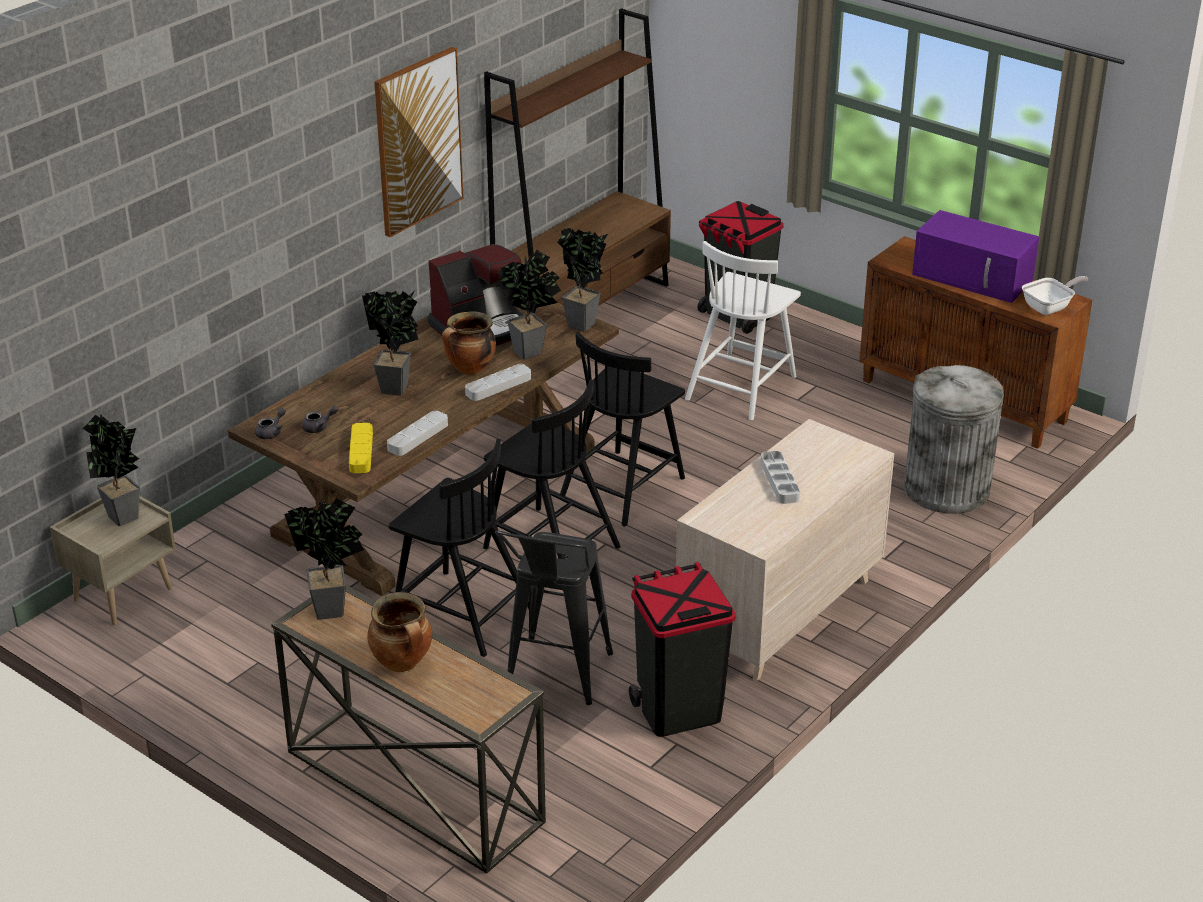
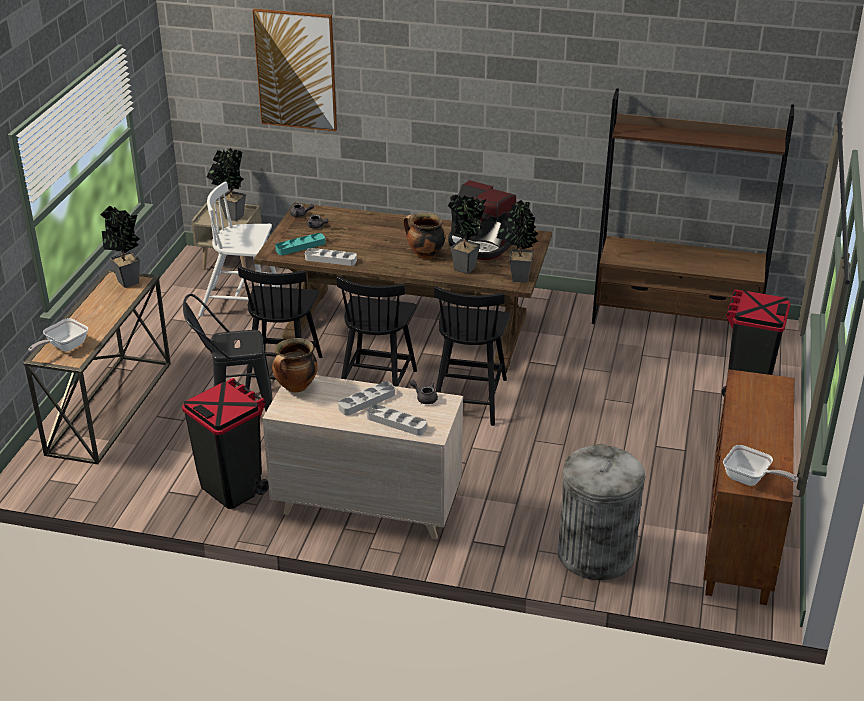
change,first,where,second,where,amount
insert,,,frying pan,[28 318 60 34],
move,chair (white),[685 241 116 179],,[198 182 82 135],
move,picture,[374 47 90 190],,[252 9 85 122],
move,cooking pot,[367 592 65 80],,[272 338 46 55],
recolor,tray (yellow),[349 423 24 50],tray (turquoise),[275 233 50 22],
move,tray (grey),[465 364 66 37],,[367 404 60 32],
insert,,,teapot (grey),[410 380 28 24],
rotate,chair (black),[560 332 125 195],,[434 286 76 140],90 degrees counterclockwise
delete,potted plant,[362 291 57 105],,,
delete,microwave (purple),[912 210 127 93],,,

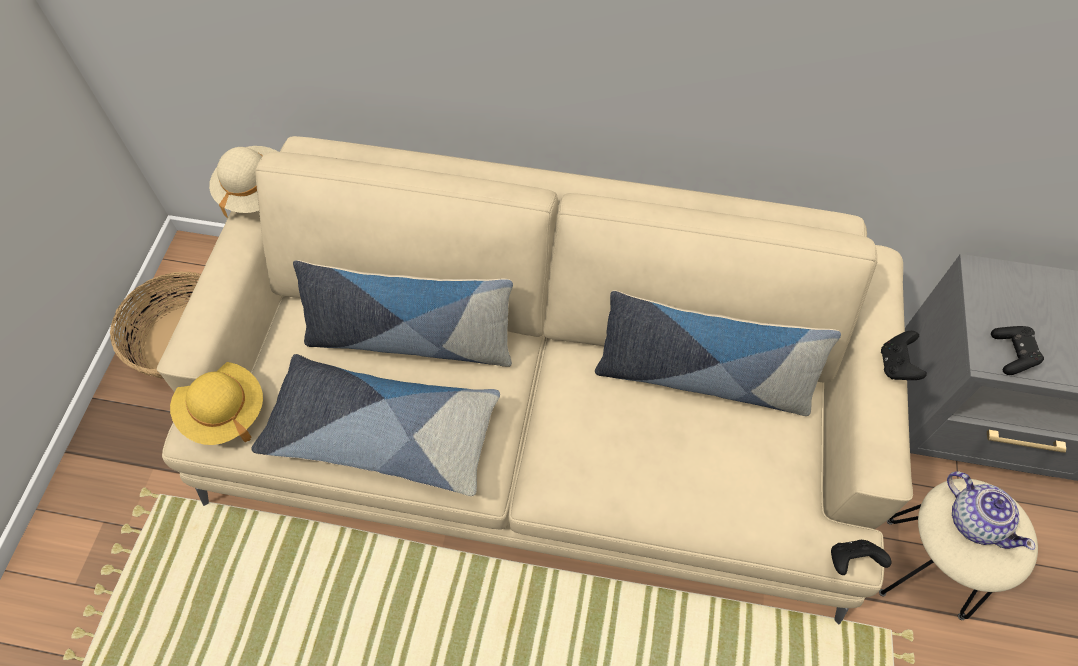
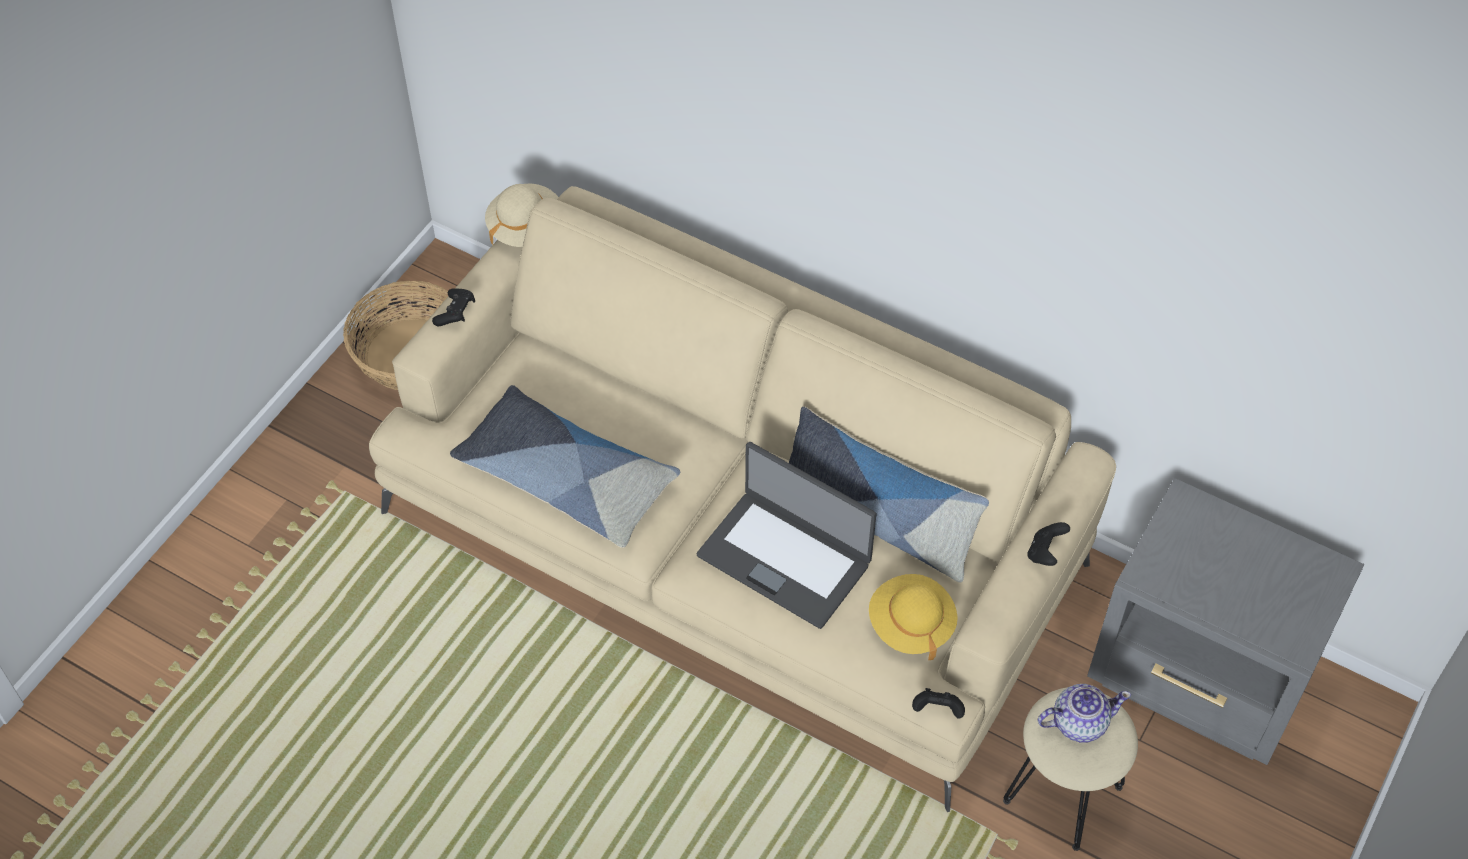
change,first,where,second,where,amount
move,game controller (black),[991 326 53 49],,[432 288 43 38],
insert,,,laptop,[697 442 180 187],
move,hat (yellow),[170 362 93 83],,[869 574 89 86],
rotate,teapot,[947 471 88 79],,[1038 684 93 58],90 degrees counterclockwise
delete,pillow,[293 260 220 107],,,

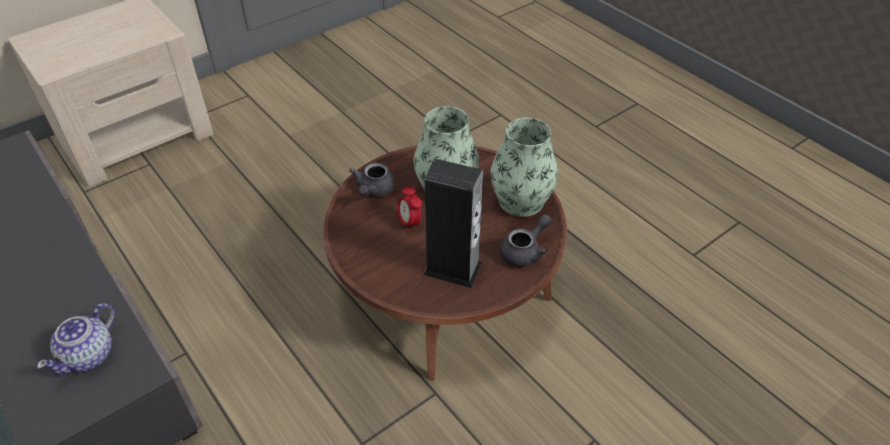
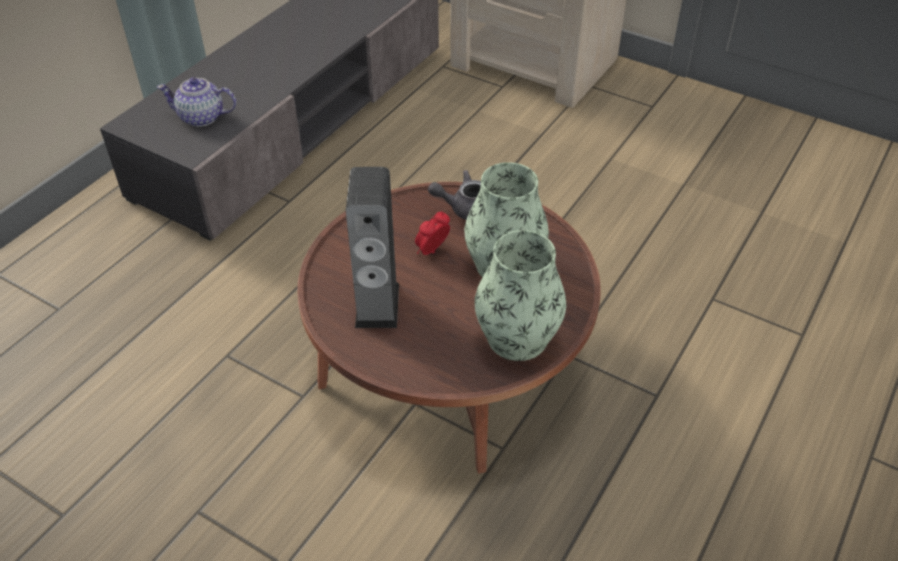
change,first,where,second,where,amount
delete,teapot (grey),[500 214 52 53],,,

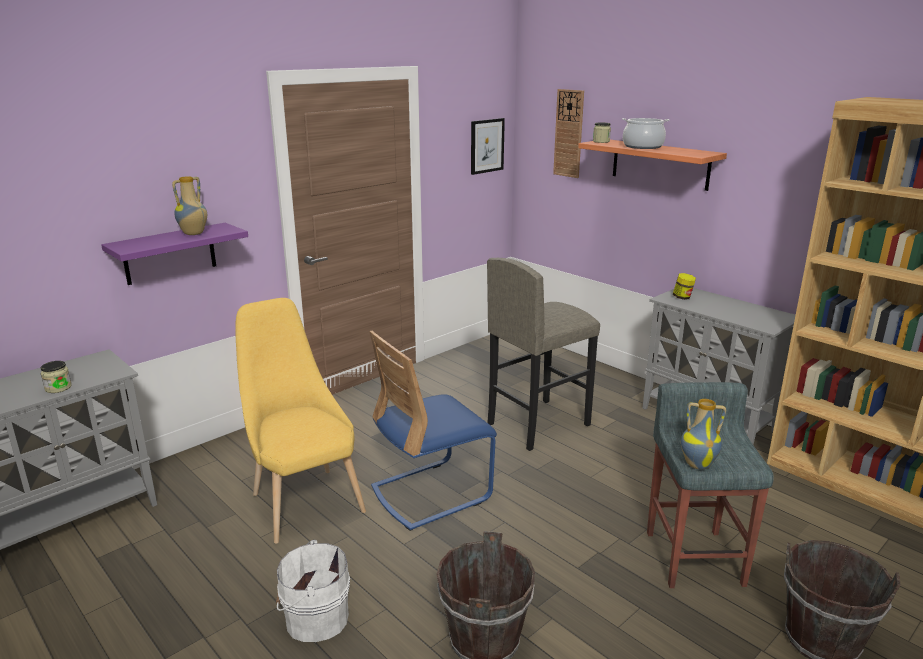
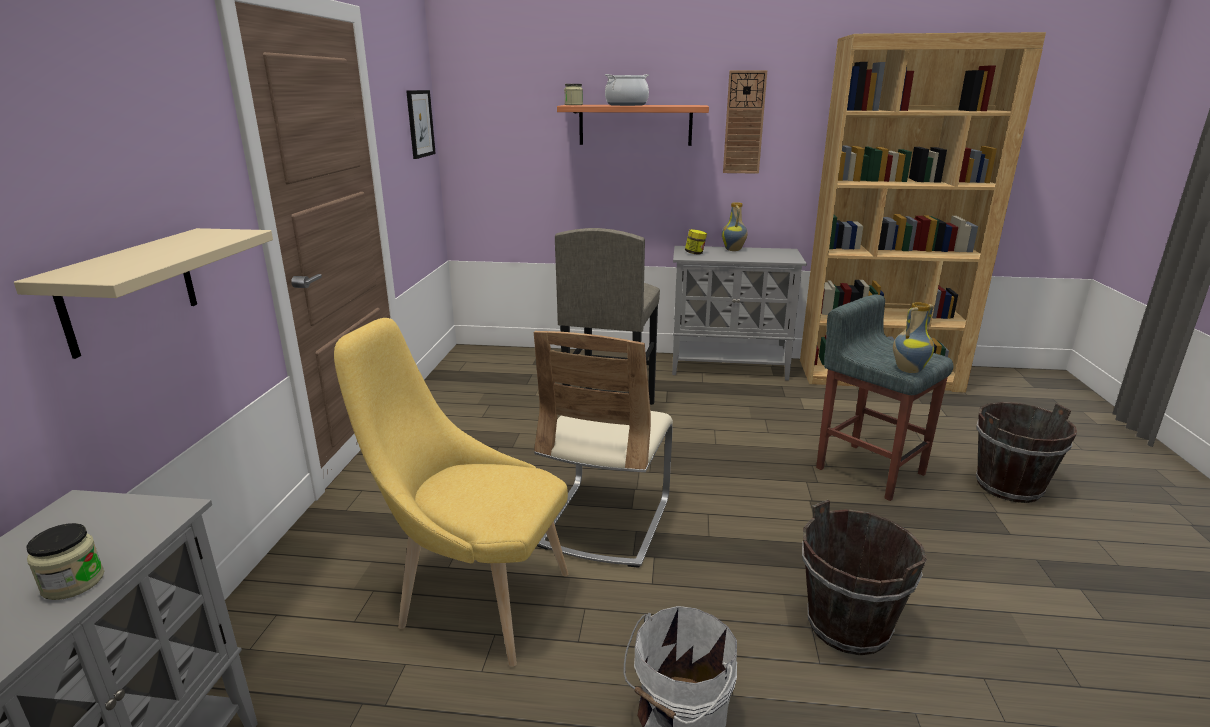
change,first,where,second,where,amount
recolor,shelf (purple),[101 223 147 62],shelf (beige),[14 228 259 131],
recolor,chair (blue),[369 331 128 200],chair (beige),[534 331 139 237],
move,vase,[172 176 35 59],,[722 202 26 49],
move,wall clock,[553 89 31 89],,[723 70 44 104],

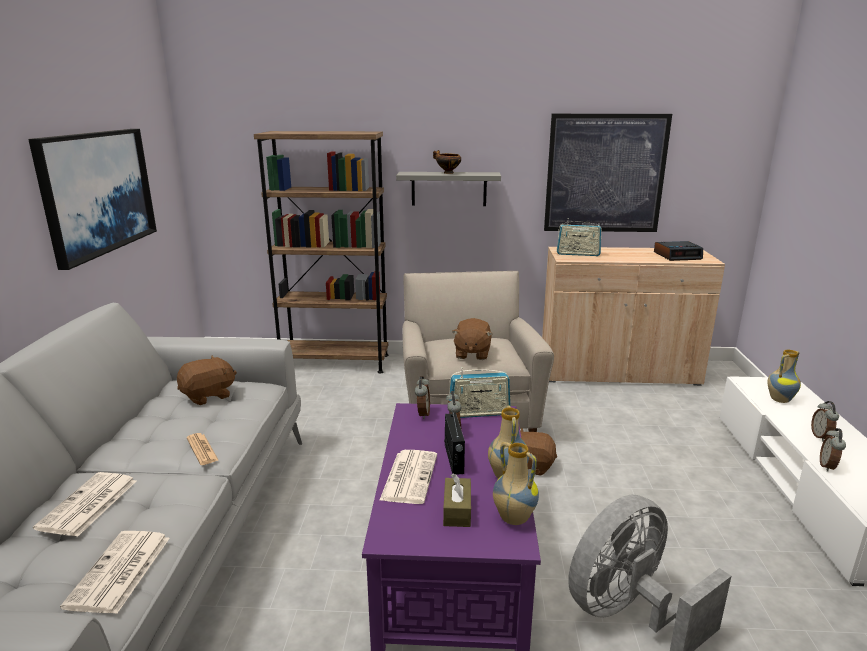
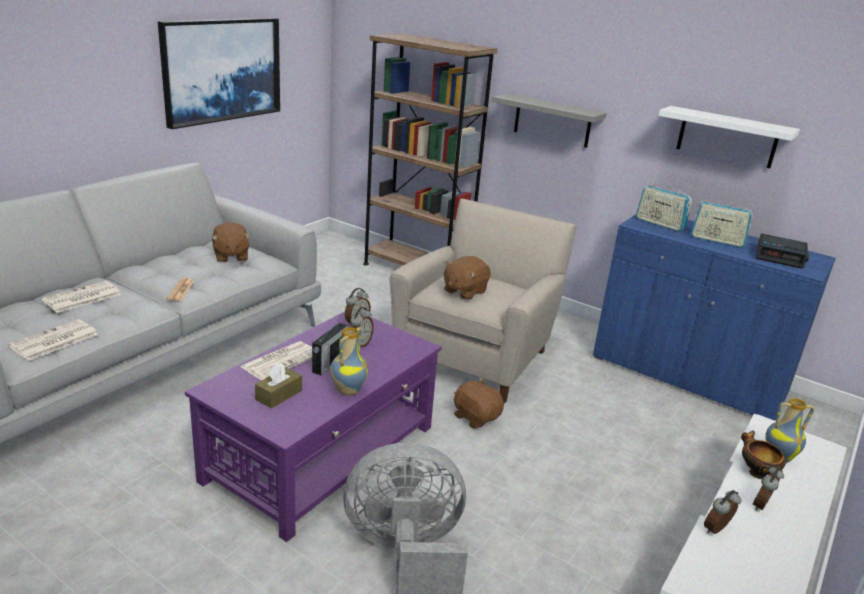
change,first,where,second,where,amount
rotate,plush toy (brown),[177 355 60 50],,[211 222 40 40],75 degrees clockwise
recolor,cabinet (beige),[542 247 183 139],cabinet (blue),[593 215 243 206],
replace,picture,[544 114 128 118],shelf (white),[658 106 142 62],
move,radio,[449 367 62 51],,[691 195 62 53],
move,bowl,[433 150 28 24],,[741 431 45 48],
delete,vase,[493 442 46 83],,,

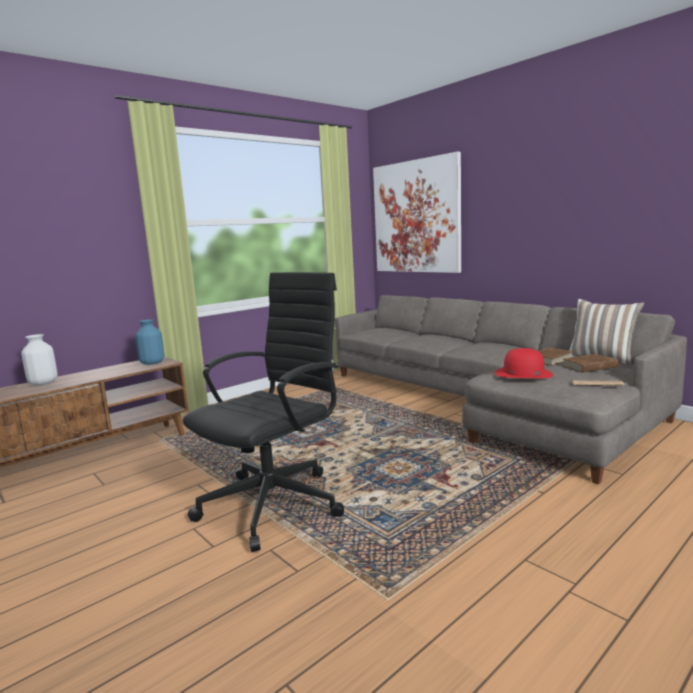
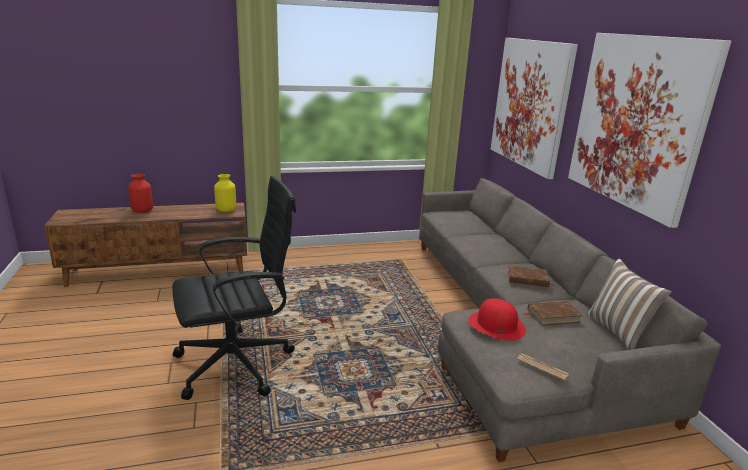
change,first,where,second,where,amount
recolor,vase (white),[21 334 37 51],vase (red),[128 174 25 39],
recolor,vase (blue),[135 319 29 46],vase (yellow),[214 174 22 38],
move,book (brown),[563 354 55 19],,[508 265 47 22],
insert,,,picture,[568 33 163 195],

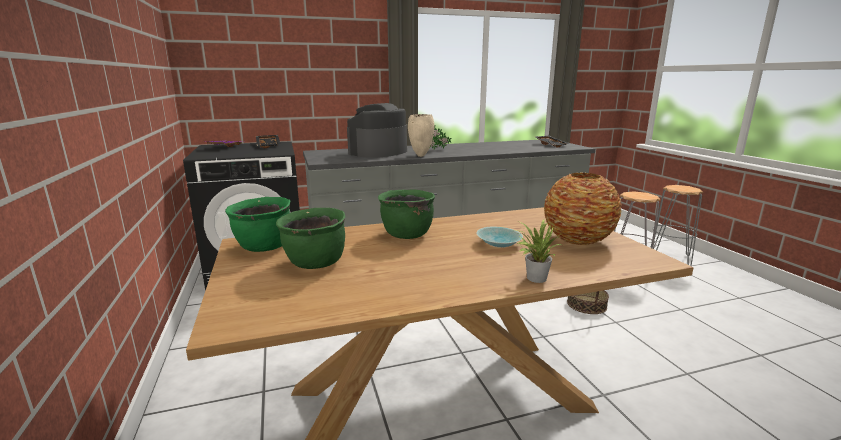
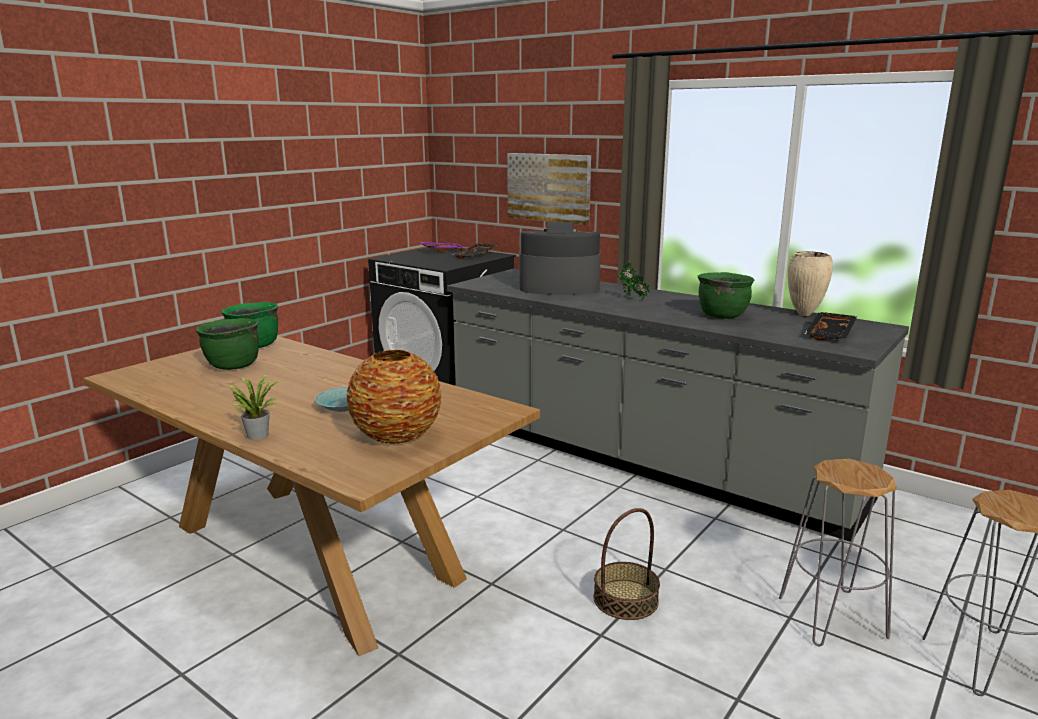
change,first,where,second,where,amount
insert,,,picture,[507 153 84 72],
move,cooking pot (green),[378 190 57 49],,[698 272 56 47],
move,vase (beige),[408 114 27 43],,[788 251 45 65],

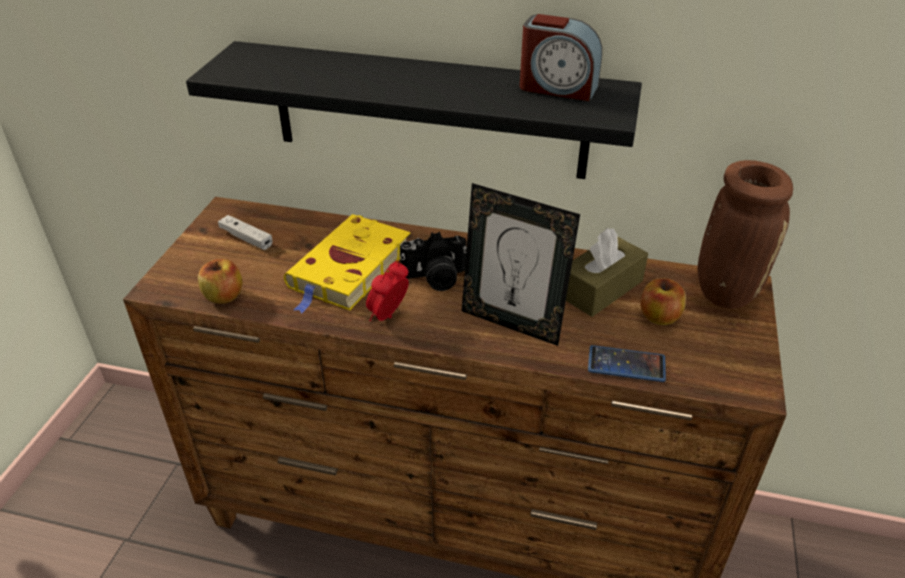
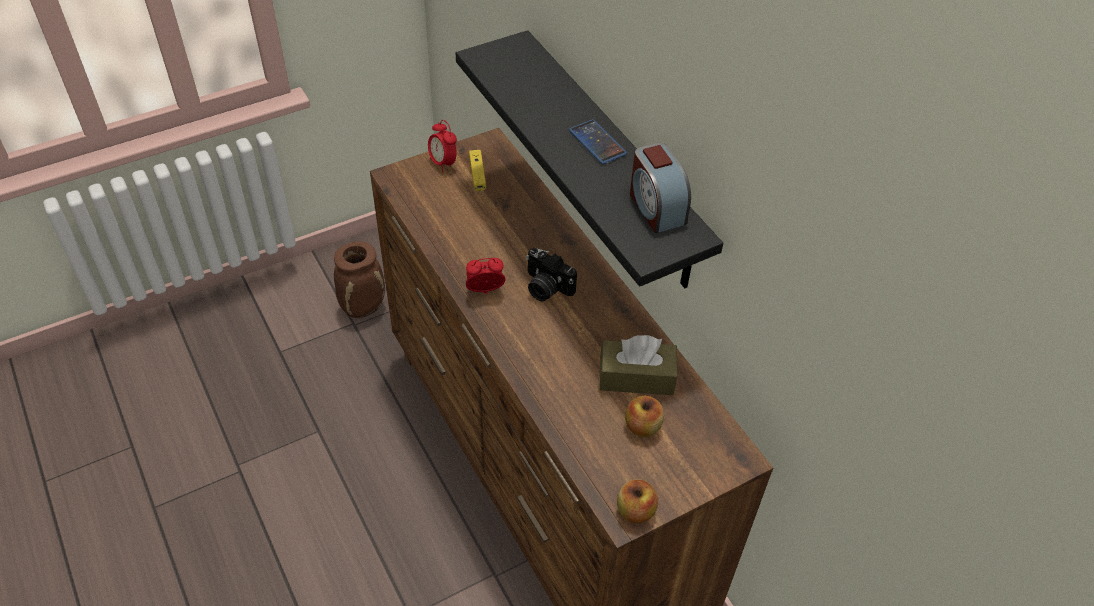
change,first,where,second,where,amount
move,vase (brown),[698 160 95 149],,[334 241 51 77],
insert,,,alarm clock,[428 120 29 53],
recolor,game controller (white),[218 215 55 35],game controller (yellow),[469 150 17 41],
move,phone,[588 345 78 37],,[569 119 58 45],
move,apple,[198 259 45 45],,[617 479 41 44],
delete,book (yellow),[284 214 127 99],,,
delete,picture frame,[462 183 118 163],,,

